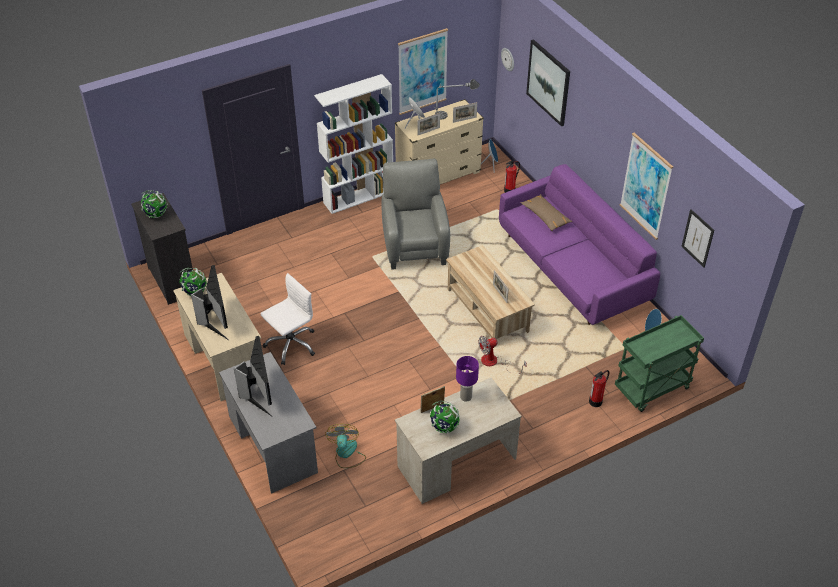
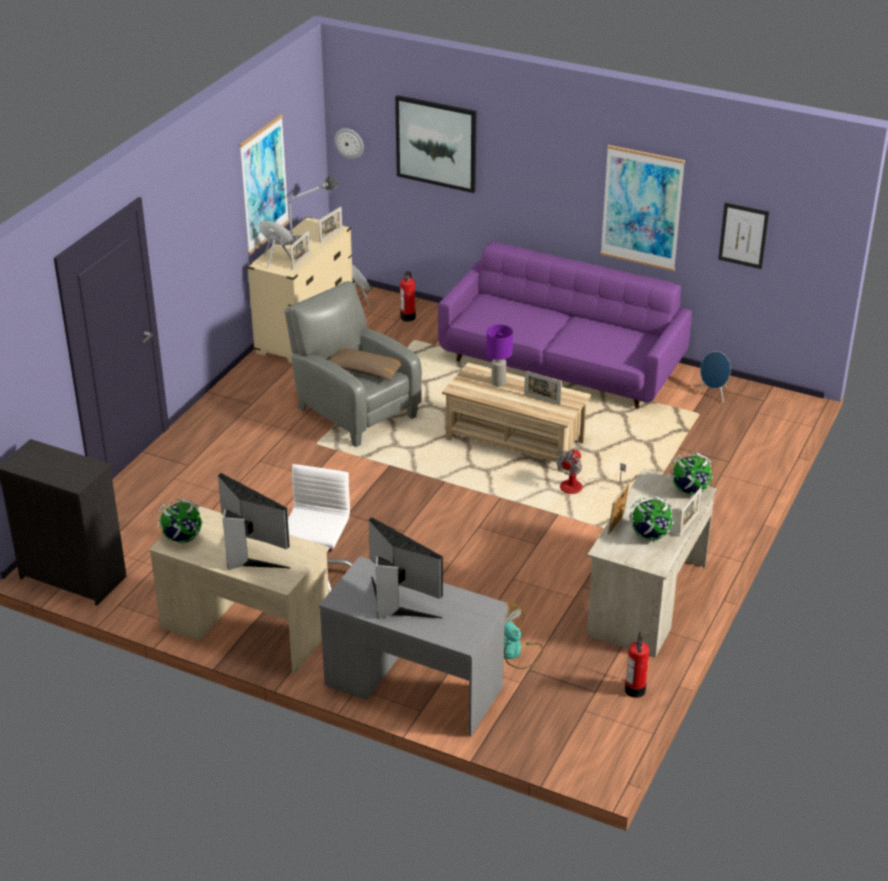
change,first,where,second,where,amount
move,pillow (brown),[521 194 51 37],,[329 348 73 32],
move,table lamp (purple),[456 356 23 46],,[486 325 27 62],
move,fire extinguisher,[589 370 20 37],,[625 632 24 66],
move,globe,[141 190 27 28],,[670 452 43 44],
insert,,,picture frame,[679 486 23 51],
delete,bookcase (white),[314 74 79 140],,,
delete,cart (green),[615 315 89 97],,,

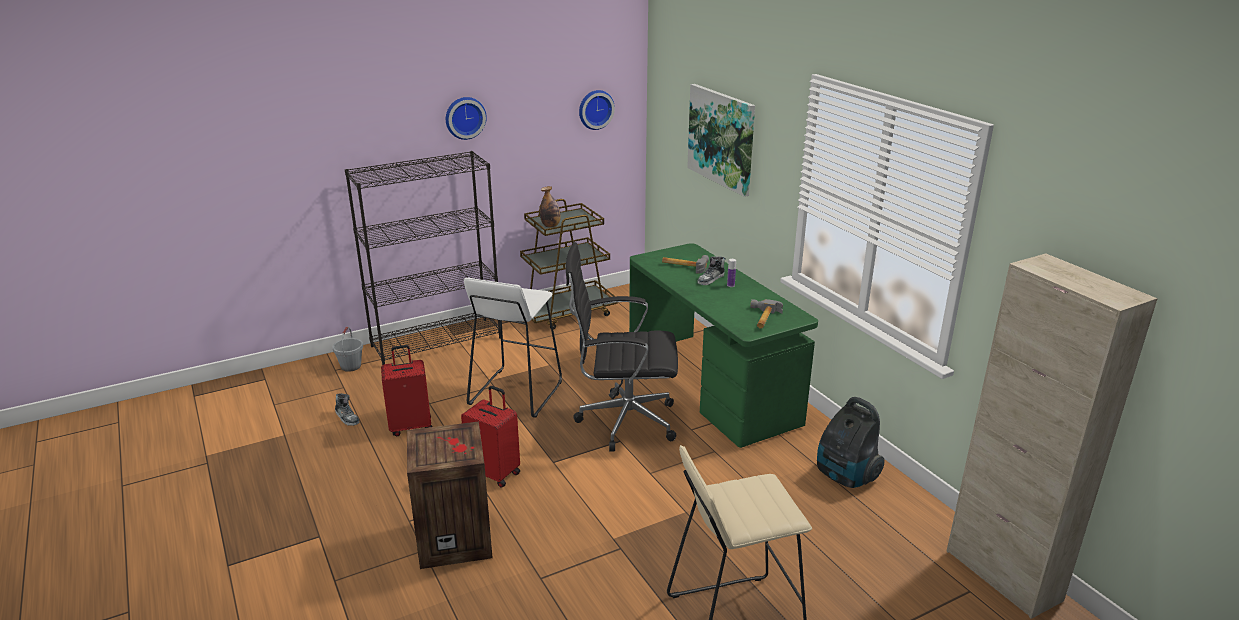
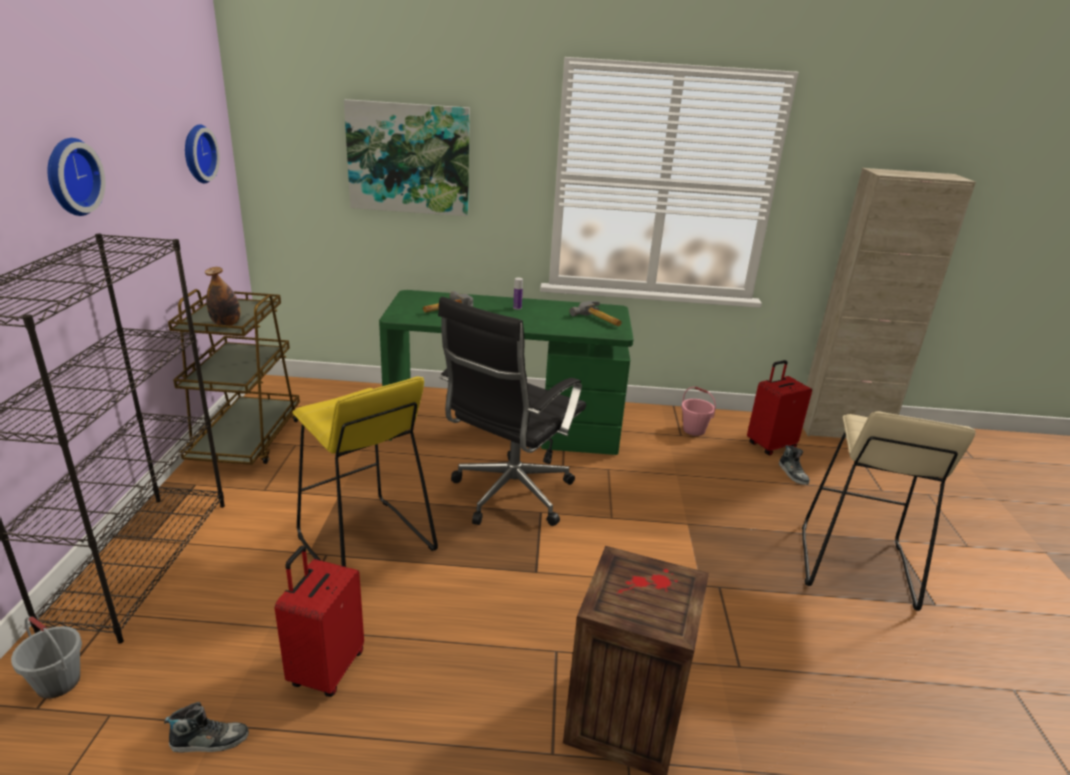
change,first,where,second,where,amount
recolor,stool (white),[464 278 98 140],stool (yellow),[293 376 145 191],
replace,vacuum cleaner,[817 397 68 91],bucket (pink),[681 387 35 49],
move,suitcase (red),[461 386 59 102],,[747 360 65 96],
move,shoe,[698 256 28 29],,[779 445 31 40],

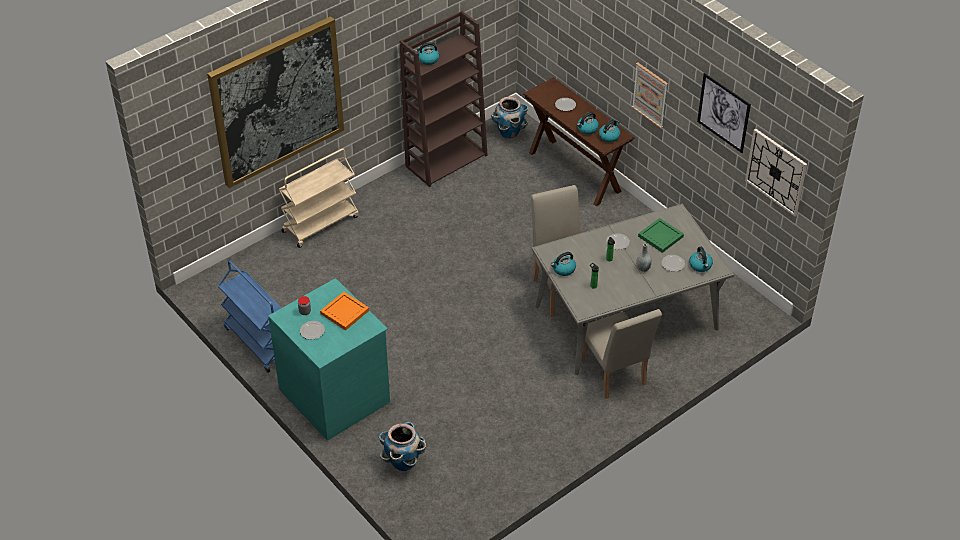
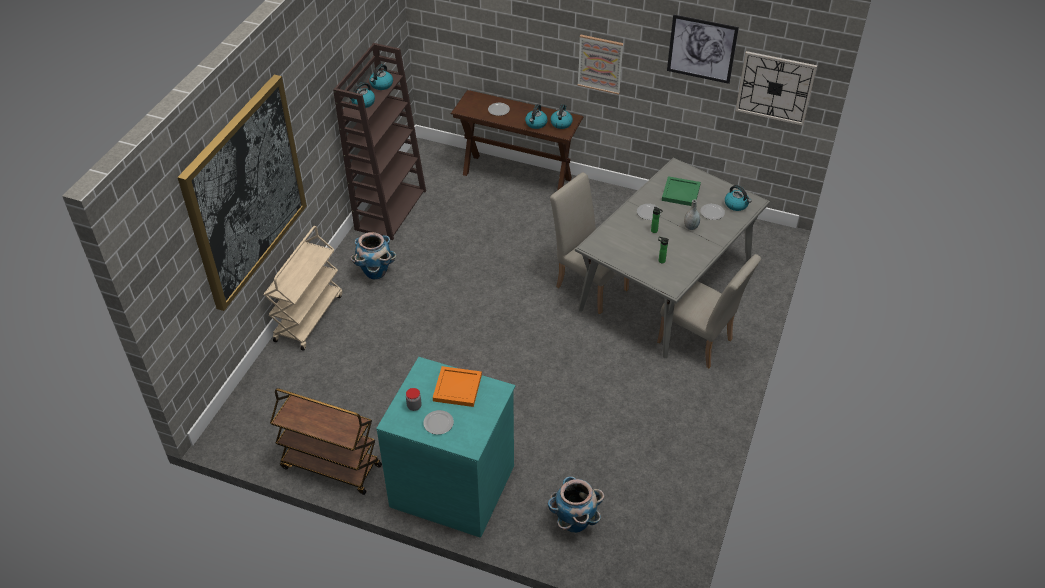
change,first,where,second,where,amount
recolor,cart (blue),[218 261 64 112],cart (brown),[270 388 112 107],
move,planter,[491 97 37 42],,[351 232 45 47],
move,kettle,[551 252 25 24],,[369 64 24 26],

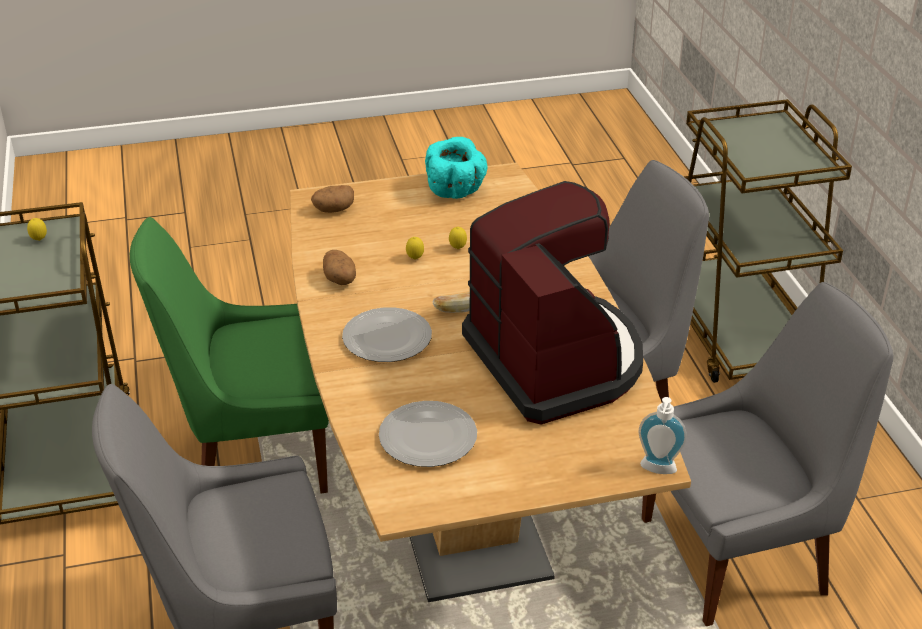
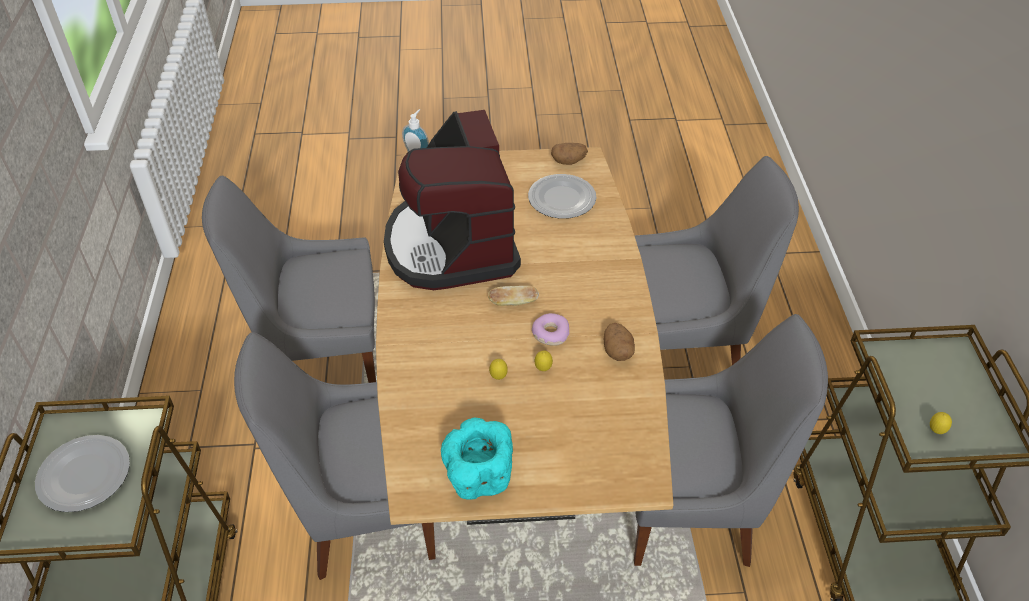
change,first,where,second,where,amount
move,plate,[342 307 90 55],,[35 435 95 77],
insert,,,donut,[532 313 37 33],
move,potato,[311 185 43 28],,[551 143 37 22],
recolor,chair (green),[130 217 199 276],chair (grey),[634 314 194 253],

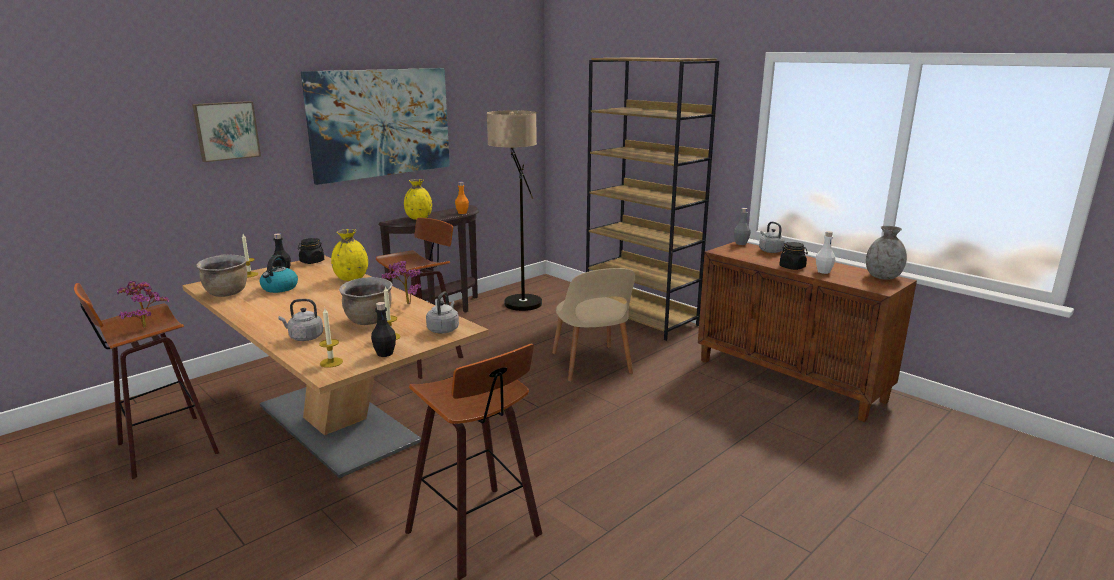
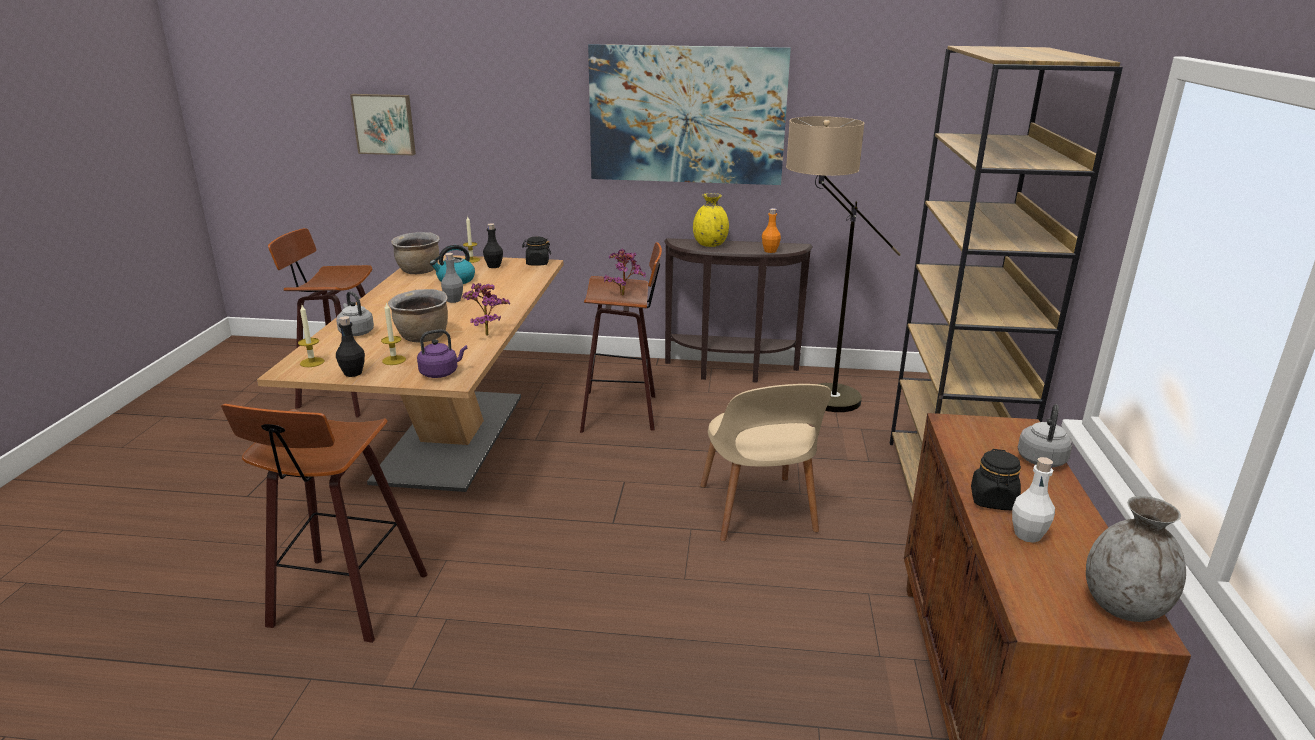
change,first,where,second,where,amount
move,picture,[192 101 69 61],,[350 94 66 62],
recolor,kettle (grey),[426 291 33 42],kettle (purple),[417 329 50 49],
move,bottle (grey),[734 208 17 37],,[441 253 22 50],
move,potted plant,[117 281 52 47],,[604 249 42 46],
rotate,chair (beige),[552 268 83 114],,[700 384 131 157],45 degrees counterclockwise
delete,vase (yellow),[331 229 37 52],,,

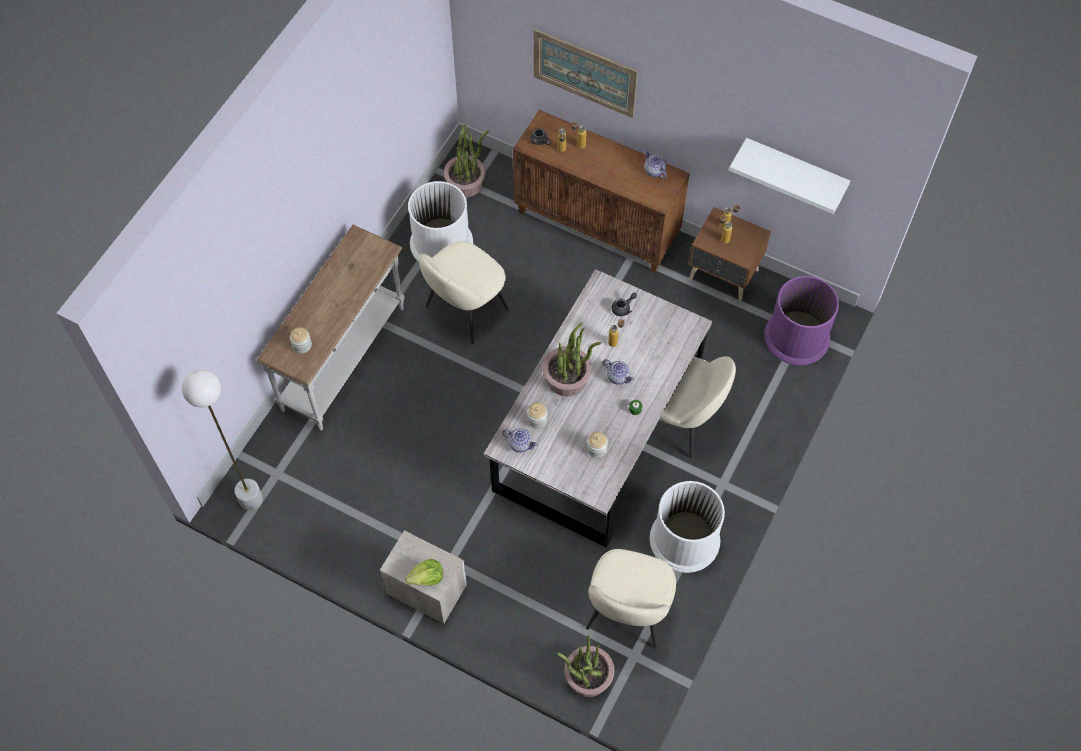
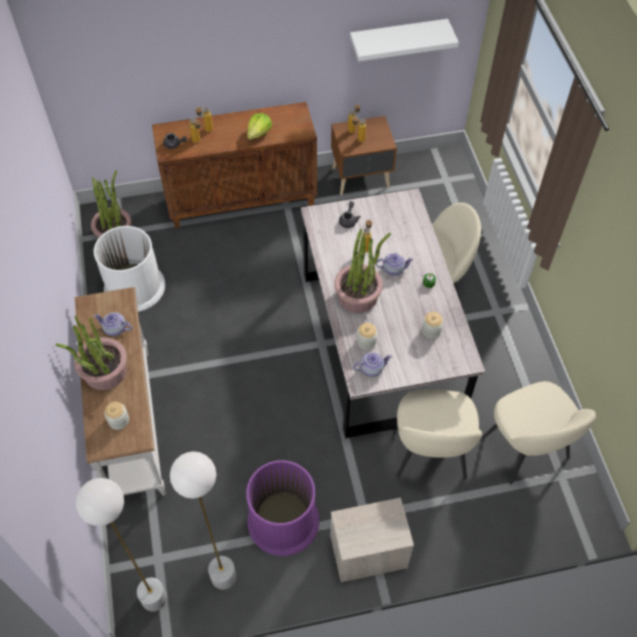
change,first,where,second,where,amount
move,potted plant,[557 635 57 62],,[55 315 72 75],
move,teapot,[644 149 23 30],,[94 312 38 24],
insert,,,floor lamp (white),[170 451 67 139],
move,trash can (purple),[764 276 75 89],,[246 460 73 96],
move,lettuce,[405 559 38 27],,[247 113 25 27],
move,chair (beige),[419 241 90 103],,[396 390 86 89],
delete,picture,[534 29 104 89],,,
delete,trash can (white),[650 481 75 92],,,

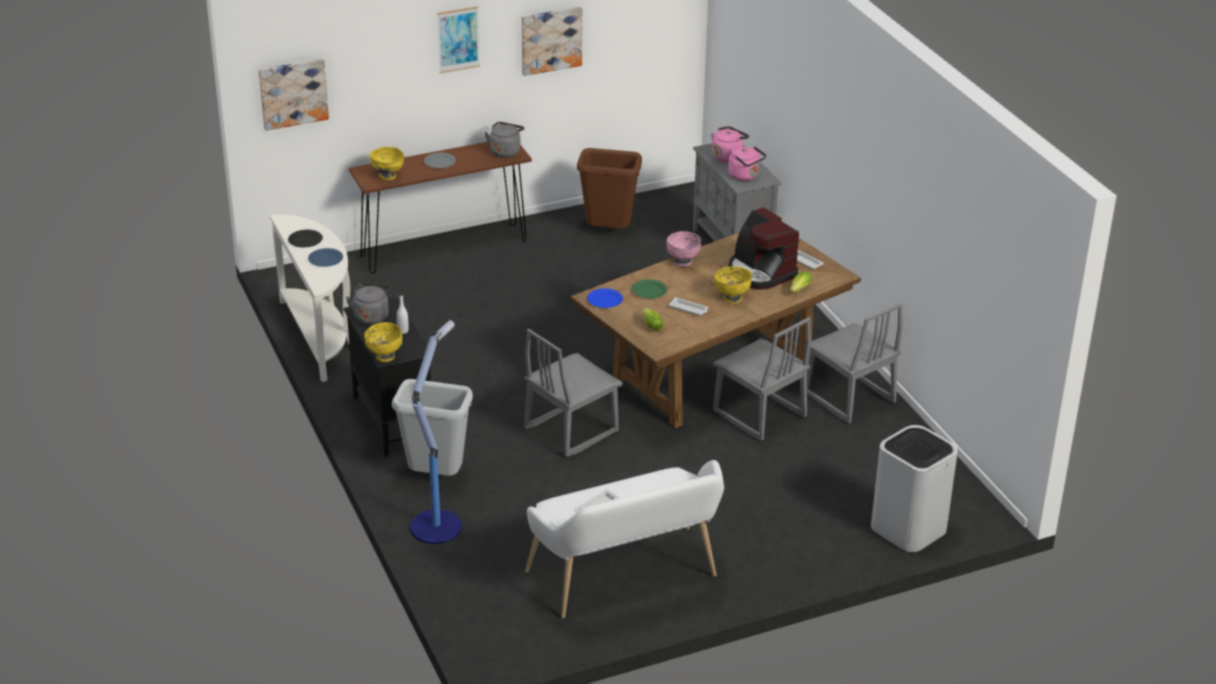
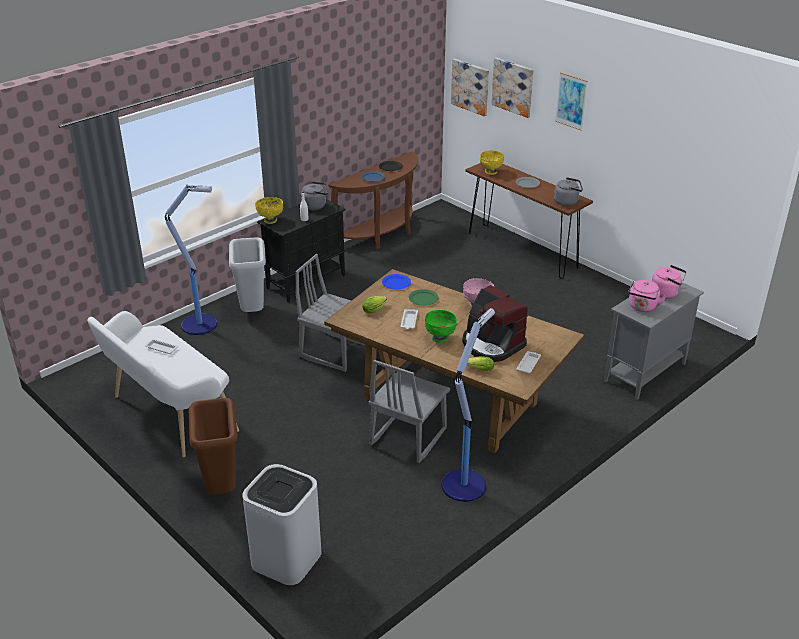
change,first,where,second,where,amount
move,trash can (brown),[577 148 65 81],,[189 398 49 96],
recolor,console table (white),[270 215 80 167],console table (brown),[328 151 90 98],
recolor,bowl (yellow),[715 267 37 36],bowl (green),[425 310 32 33],
replace,chair (grey),[805 303 98 120],floor lamp,[441 308 54 194],
rotate,coffee machine,[729 207 70 83],,[462 285 66 77],75 degrees counterclockwise
move,picture,[522 7 60 69],,[491 58 43 60],

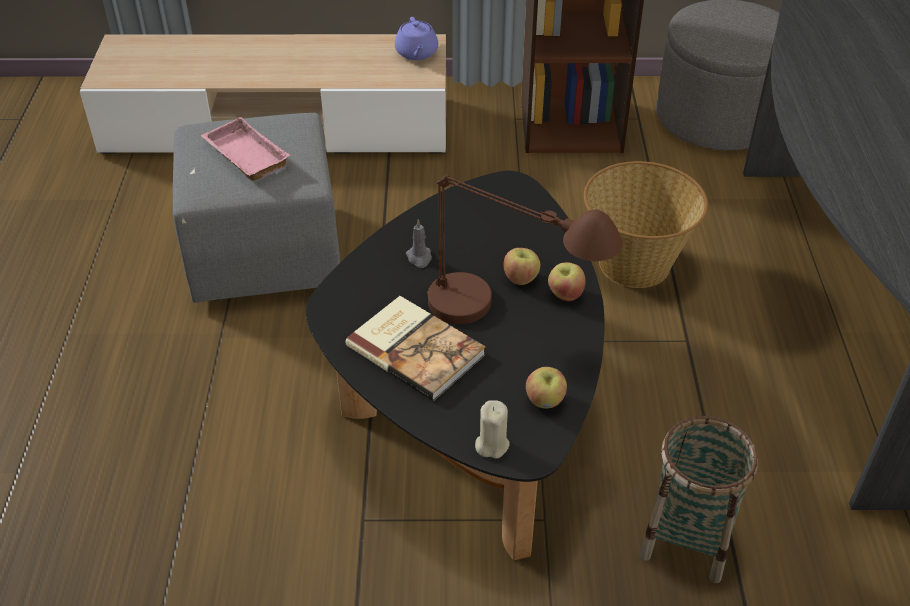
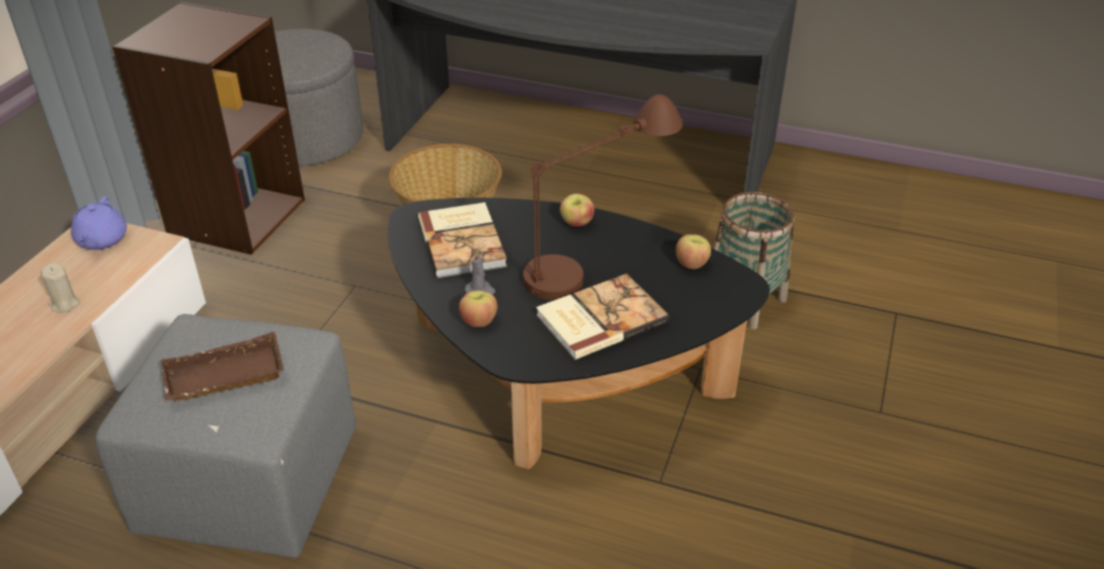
change,first,where,second,where,amount
move,candle (beige),[475 400 35 59],,[41 263 39 50],
rotate,teapot (purple),[395 17 43 43],,[71 197 56 53],75 degrees clockwise
recolor,tray (pink),[201 117 89 64],tray (brown),[161 332 123 69],
insert,,,book,[418 202 89 76],
move,apple,[504 248 36 37],,[459 290 38 37],

